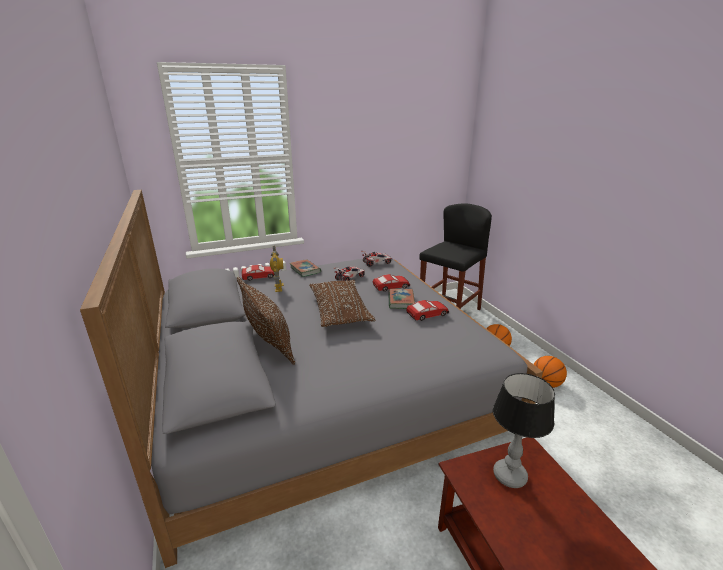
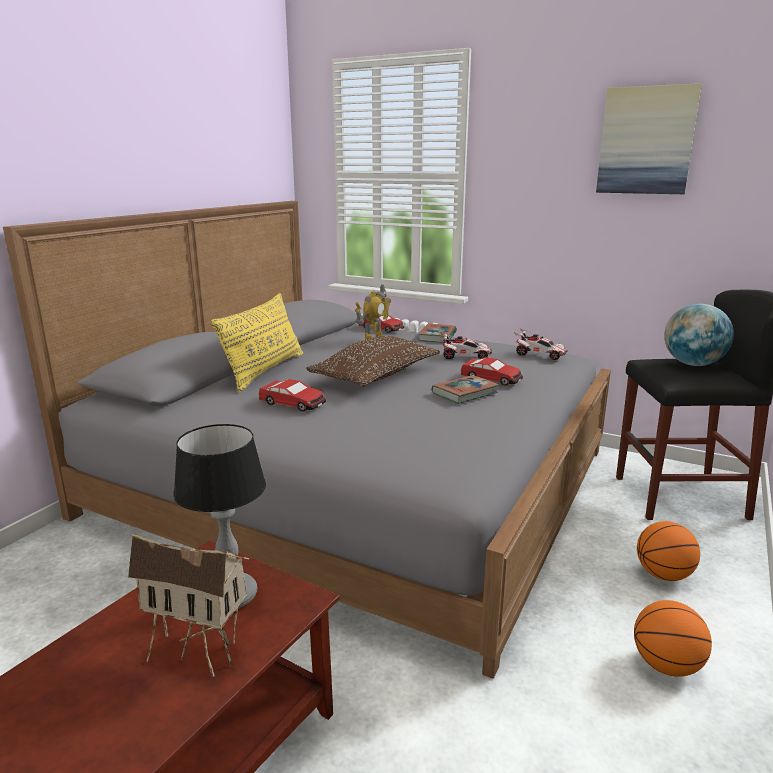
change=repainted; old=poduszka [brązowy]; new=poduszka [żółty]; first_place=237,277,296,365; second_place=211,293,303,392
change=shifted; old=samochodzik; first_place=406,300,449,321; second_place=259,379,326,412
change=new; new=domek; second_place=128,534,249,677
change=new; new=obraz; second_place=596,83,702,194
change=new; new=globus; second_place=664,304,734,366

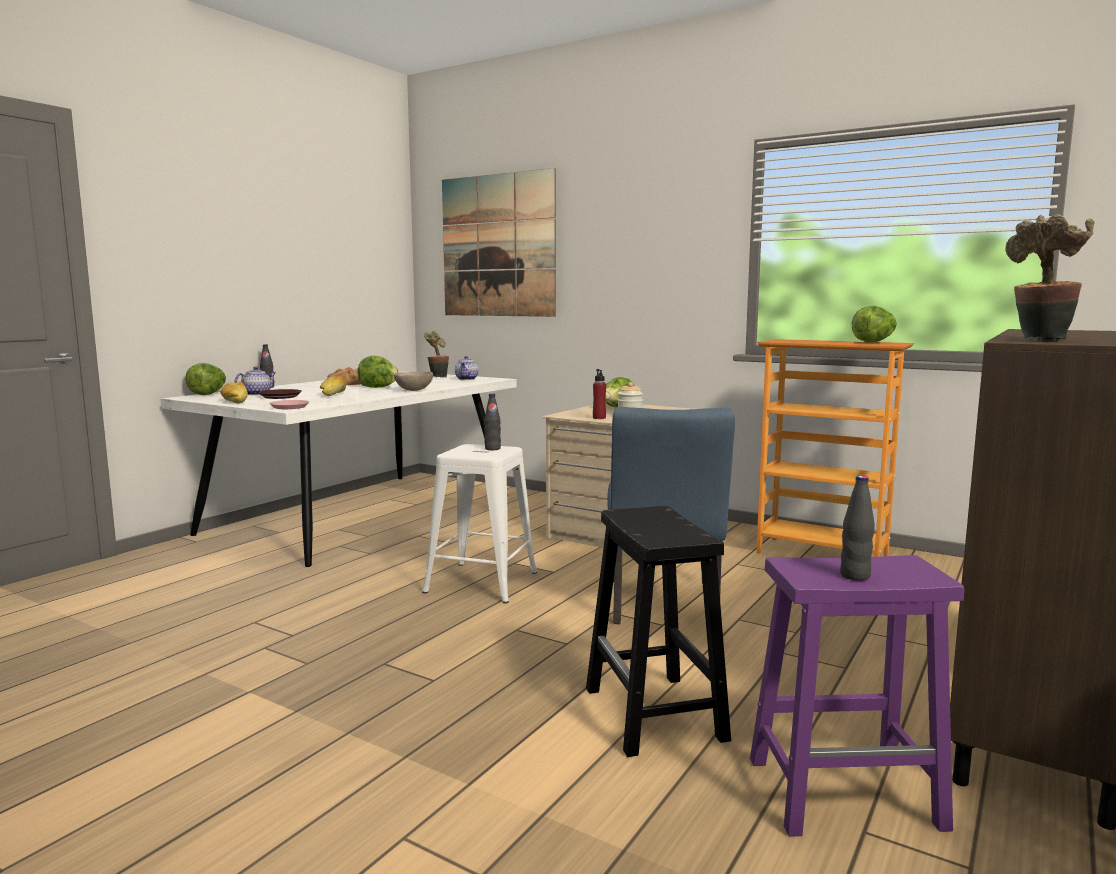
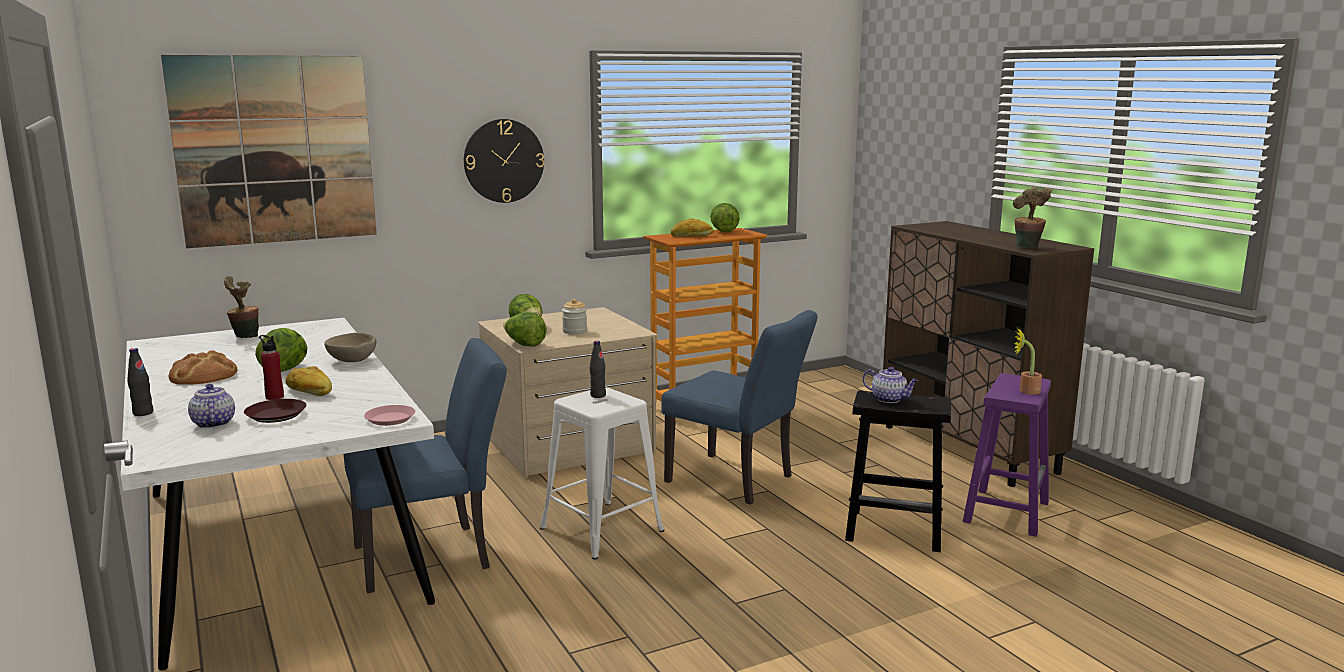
change=shifted; old=sałata; first_place=185,363,226,395; second_place=503,312,547,347
change=shifted; old=chleb; first_place=221,382,248,403; second_place=671,218,714,237
change=shifted; old=imbryk; first_place=455,356,479,380; second_place=863,367,918,403
change=shifted; old=butelka [czerwony]; first_place=593,369,606,419; second_place=259,335,284,400
change=swapped; old=butelka [czarny]; new=roślina doniczkowa; first_place=840,476,875,581; second_place=1014,328,1042,395
change=new; new=krzesło [niebieski]; second_place=344,338,507,593
change=new; new=zegar ścienny; second_place=464,119,544,203

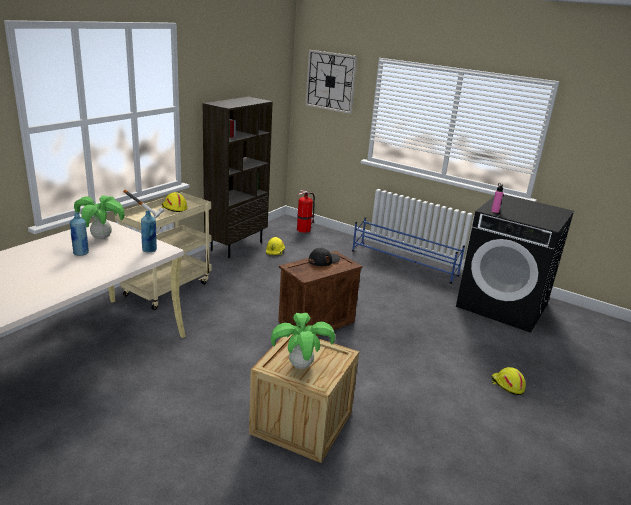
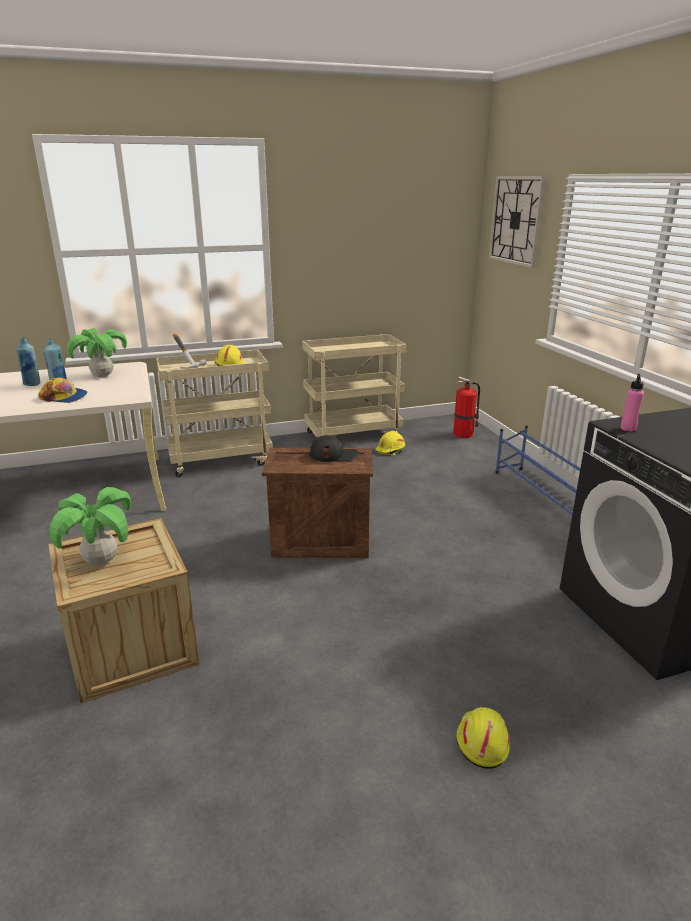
change=shifted; old=butelka [niebieski]; first_place=141,211,157,252; second_place=16,338,40,386
change=swapped; old=regał [brązowy]; new=wózek [beżowy]; first_place=203,97,273,258; second_place=302,334,406,437
change=new; new=czapka z daszkiem; second_place=38,377,88,403

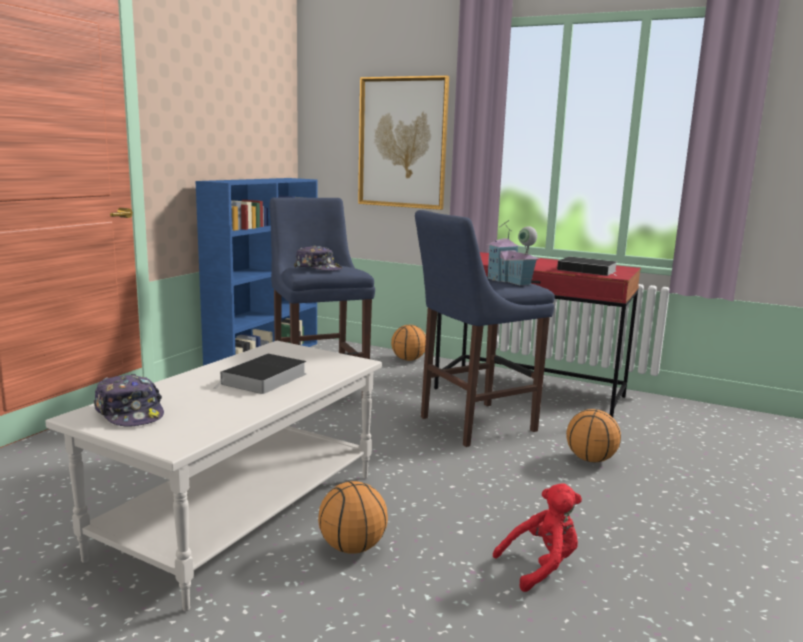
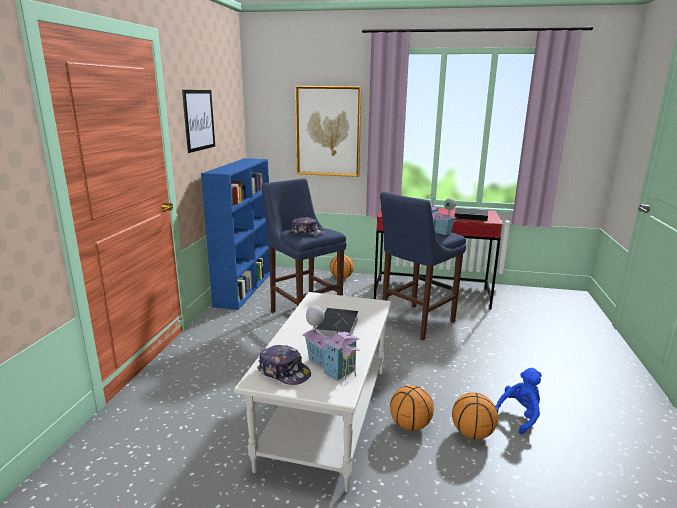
change=repainted; old=pluszak [czerwony]; new=pluszak [niebieski]; first_place=493,483,582,592; second_place=495,368,542,434
change=shifted; old=piłka do koszykówki; first_place=566,409,621,462; second_place=452,392,498,440
change=new; new=obraz; second_place=182,90,215,153
change=new; new=domek; second_place=303,306,360,381

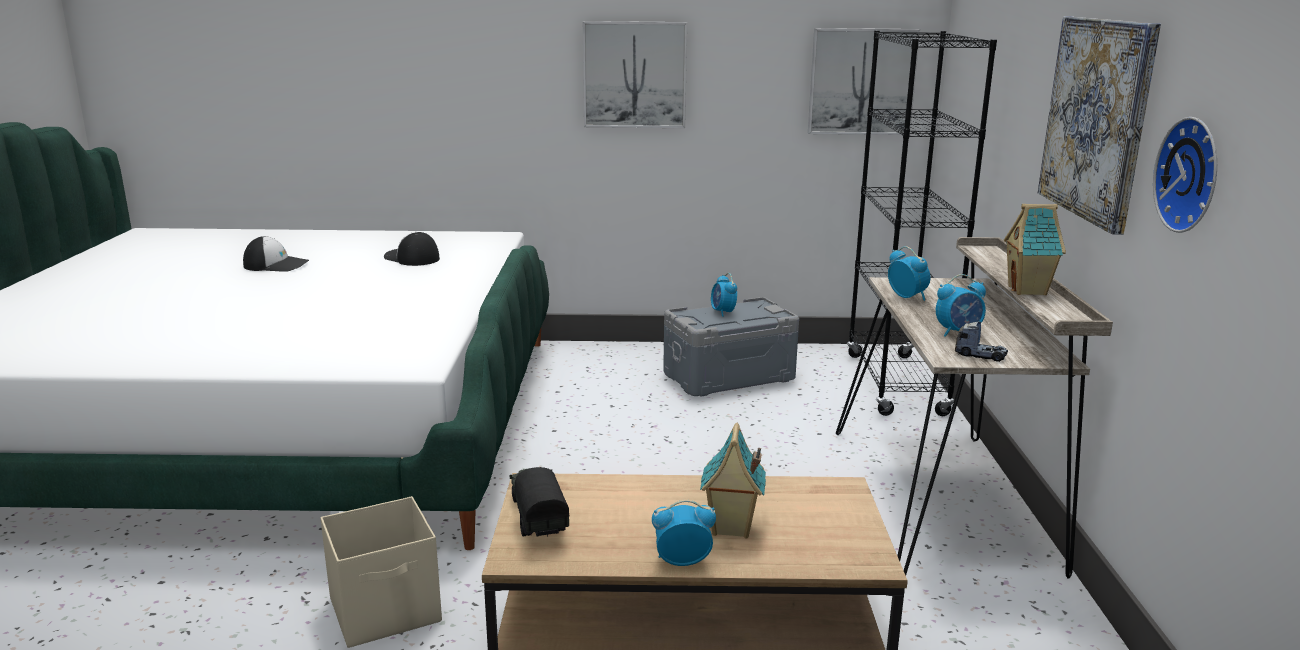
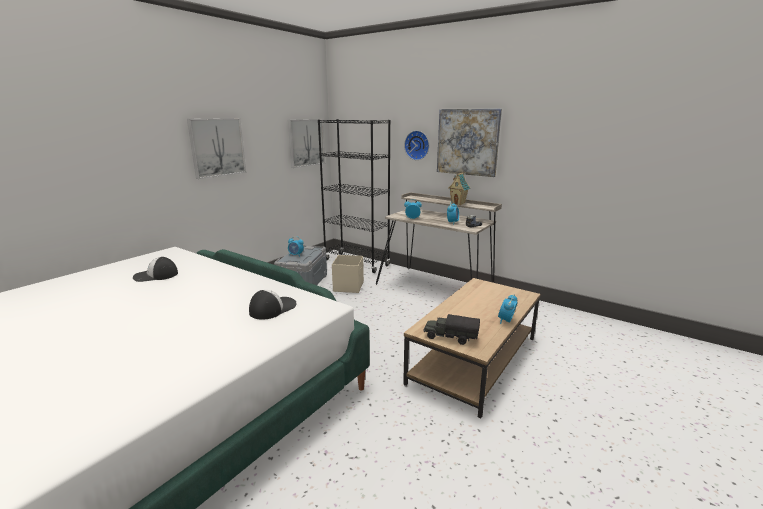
change=shifted; old=czapka z daszkiem; first_place=243,236,309,272; second_place=249,290,297,320
change=shifted; old=pojemnik do przechowywania [beżowy]; first_place=321,496,442,648; second_place=332,255,364,293
change=gone; old=domek; first_place=700,423,766,539
change=shifted; old=zegar ścienny; first_place=1153,117,1217,233; second_place=404,131,429,160

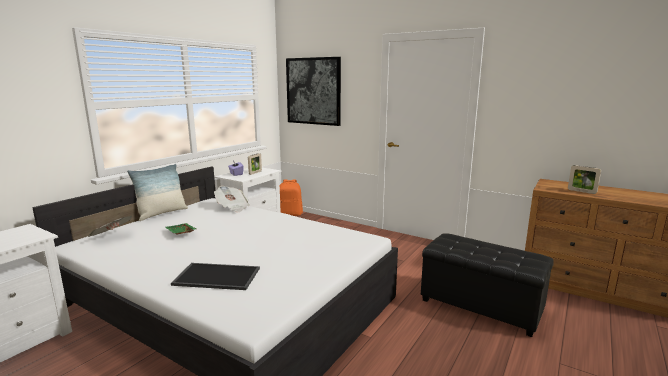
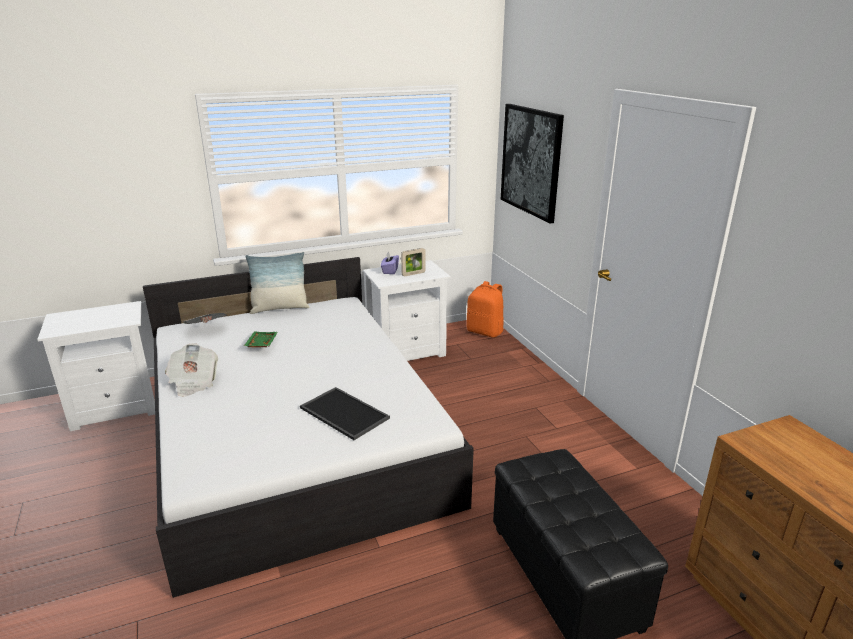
change=shifted; old=taca; first_place=171,263,260,290; second_place=300,387,390,440
change=shifted; old=gazeta; first_place=214,186,250,212; second_place=165,343,219,397
change=gone; old=ramka na zdjęcie; first_place=568,165,601,194

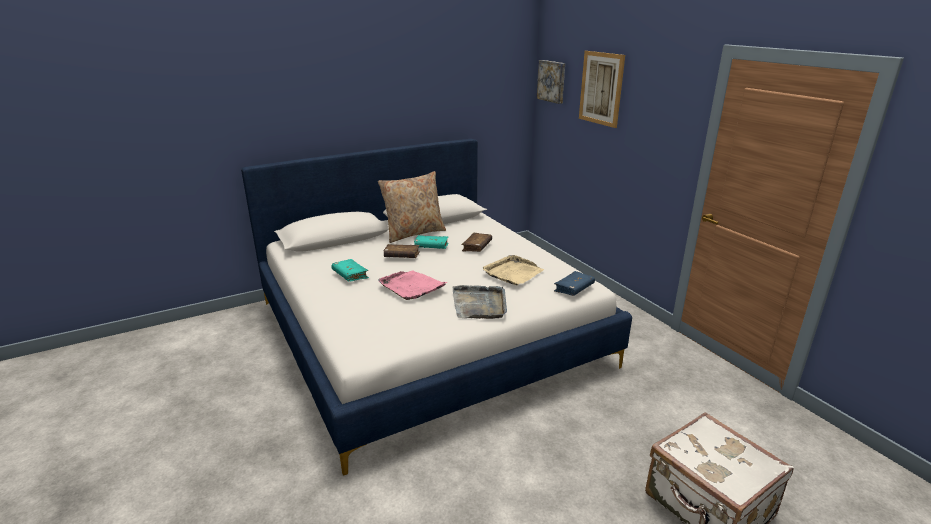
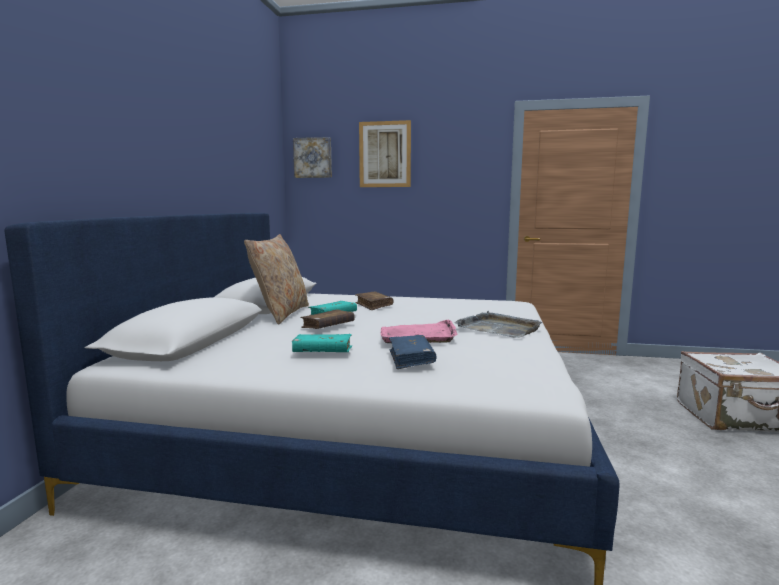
change=gone; old=taca [beżowy]; first_place=483,255,544,285
change=shifted; old=książka [niebieski]; first_place=554,271,595,296; second_place=389,335,436,369

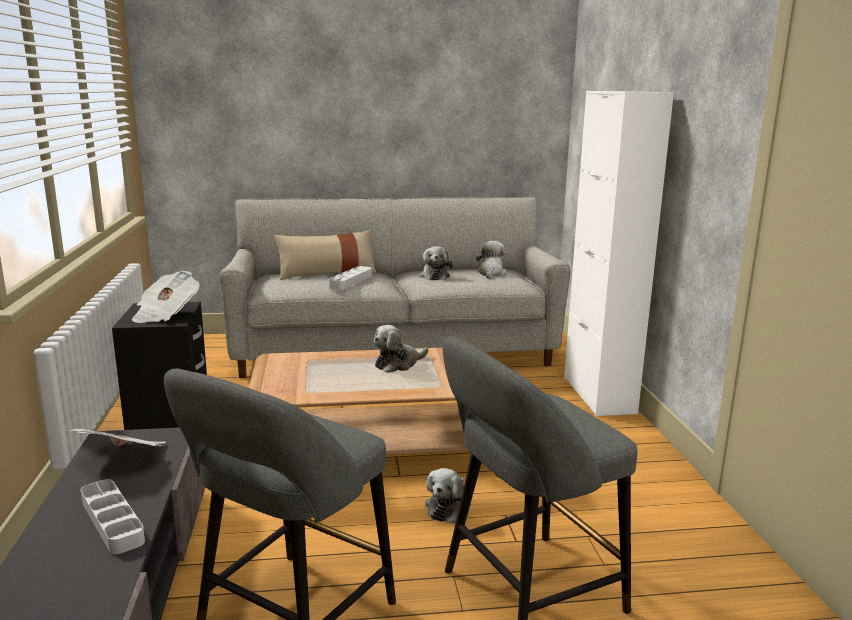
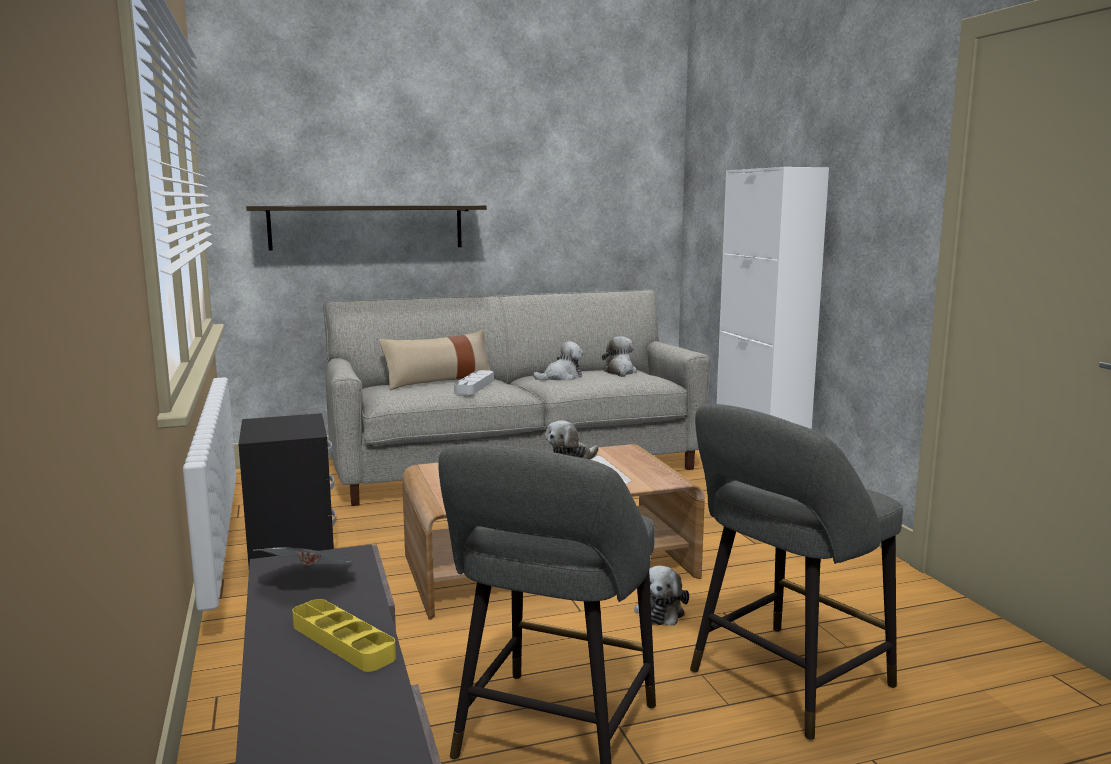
change=repainted; old=taca [szary]; new=taca [żółty]; first_place=80,479,145,554; second_place=292,599,396,672
change=gone; old=gazeta; first_place=132,271,200,323
change=rotated; old=pluszak; first_place=420,246,453,280; second_place=533,341,583,380; degrees=-105
change=new; new=półka; second_place=246,205,487,251

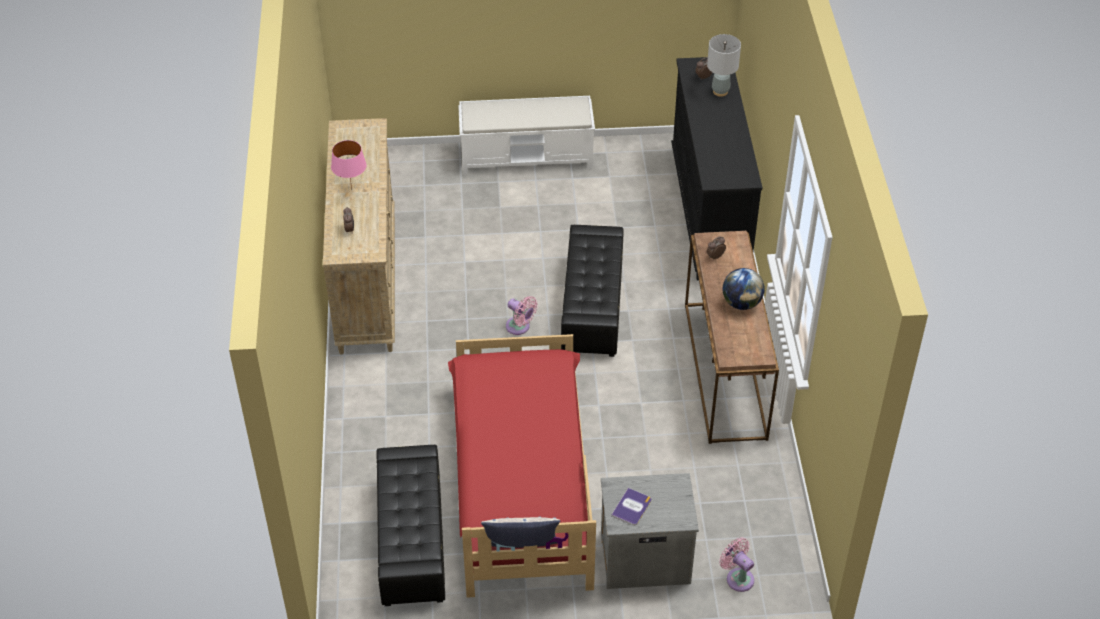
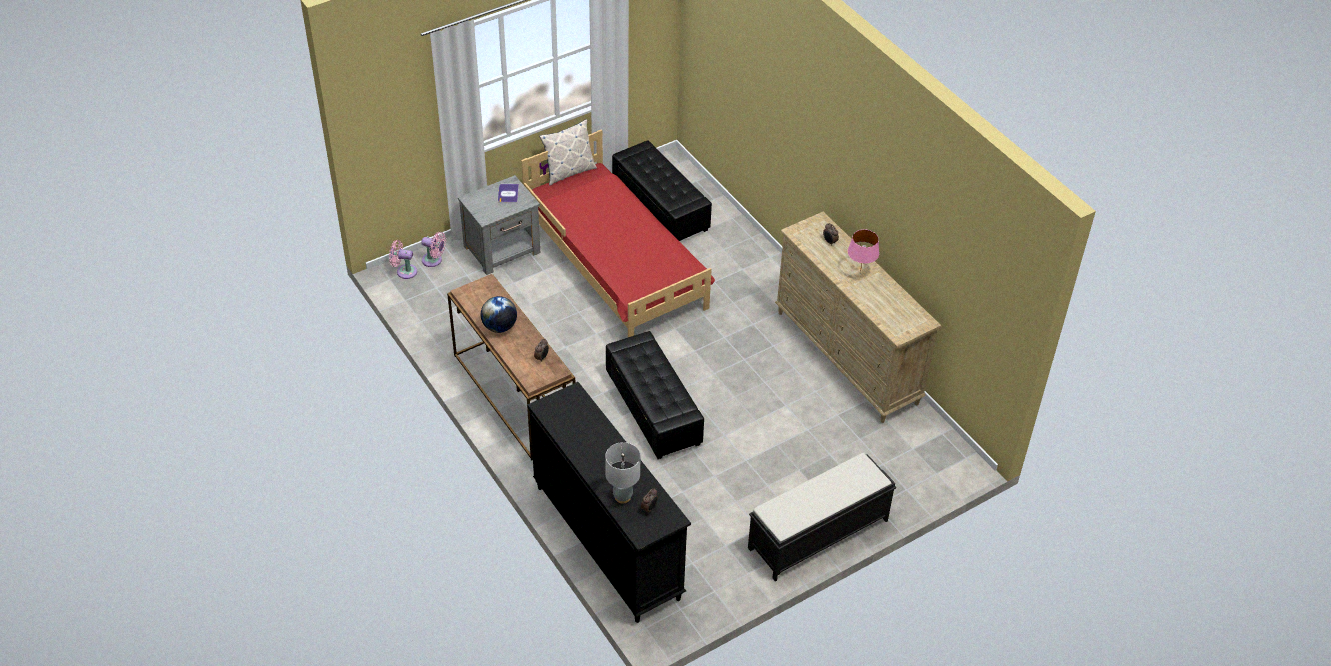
change=repainted; old=ławka [biały]; new=ławka [czarny]; first_place=458,96,595,175; second_place=748,453,896,582
change=shifted; old=wentylator [różowy]; first_place=506,296,538,335; second_place=389,240,417,279

